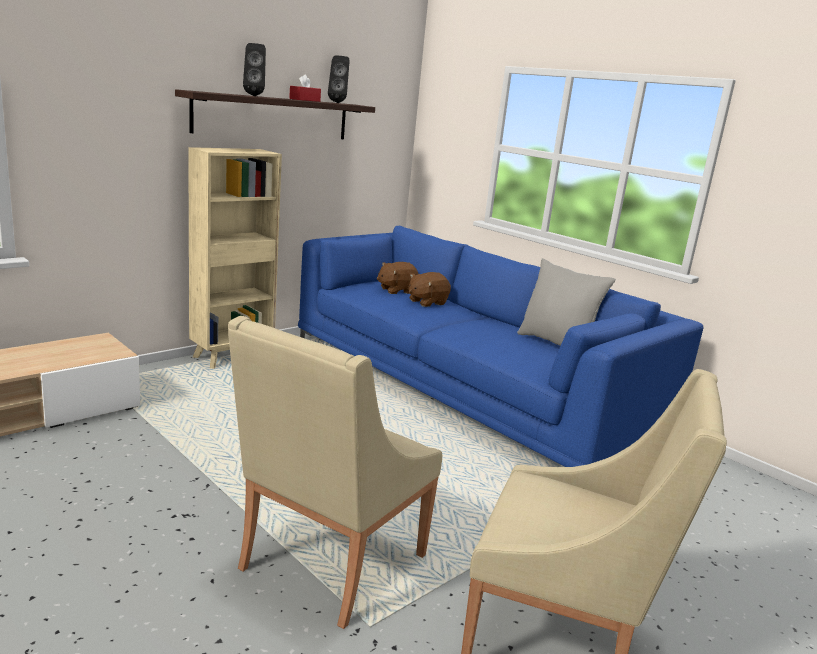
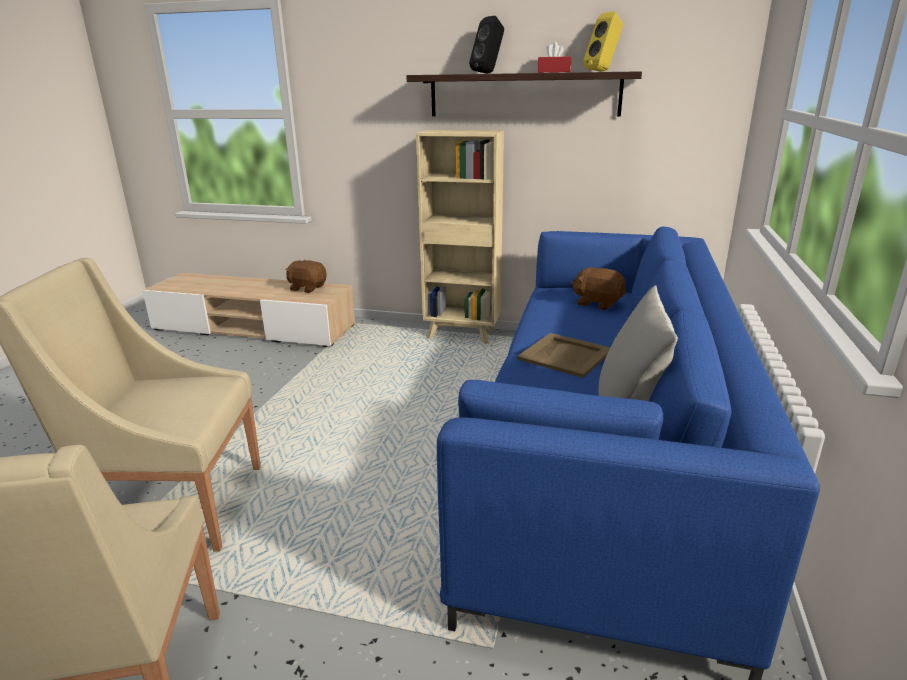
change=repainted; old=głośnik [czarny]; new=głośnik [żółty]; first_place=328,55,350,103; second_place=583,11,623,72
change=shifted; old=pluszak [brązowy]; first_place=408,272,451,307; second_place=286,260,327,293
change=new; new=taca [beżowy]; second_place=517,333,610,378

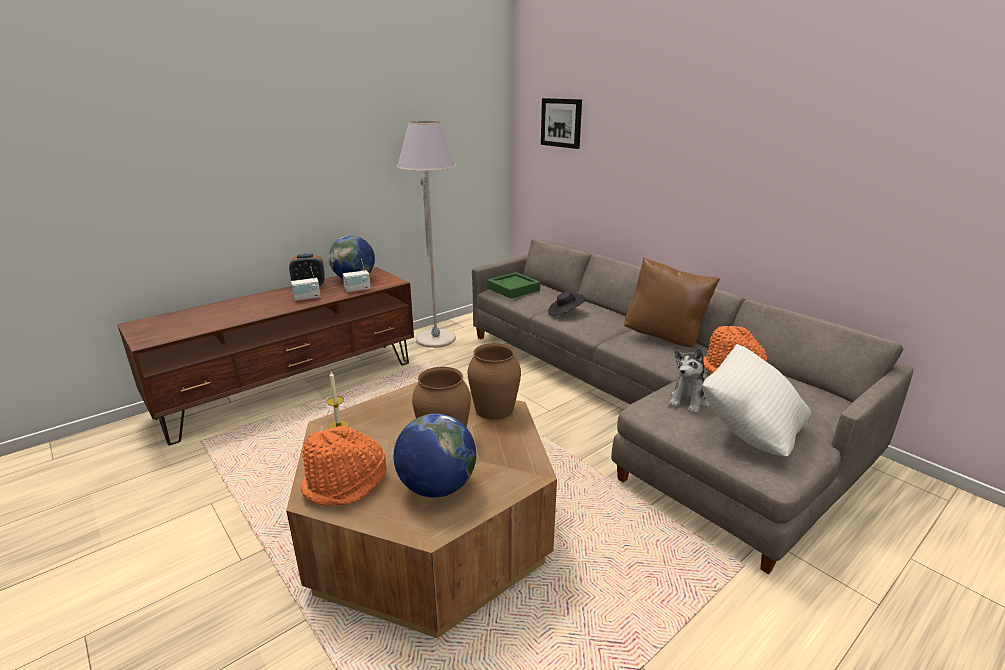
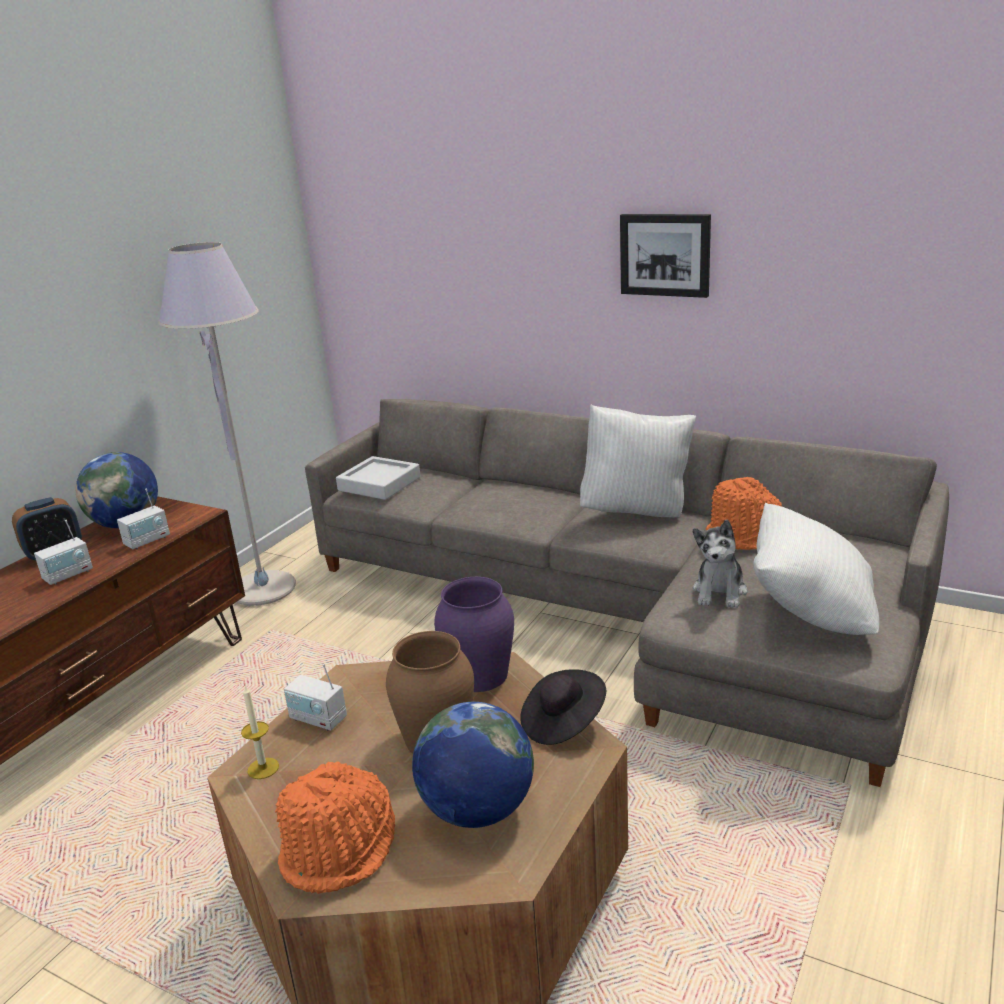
change=repainted; old=wazon [brązowy]; new=wazon [fioletowy]; first_place=468,343,521,420; second_place=434,577,514,692
change=repainted; old=taca [zielony]; new=taca [szary]; first_place=487,272,540,299; second_place=336,456,421,500
change=shifted; old=obraz; first_place=541,98,582,149; second_place=620,214,711,298
change=shifted; old=kapelusz [czarny]; first_place=548,291,586,316; second_place=520,669,606,745
change=repainted; old=poduszka [brązowy]; new=poduszka [biały]; first_place=624,257,720,348; second_place=580,405,696,517
change=new; new=radio; second_place=284,664,347,731

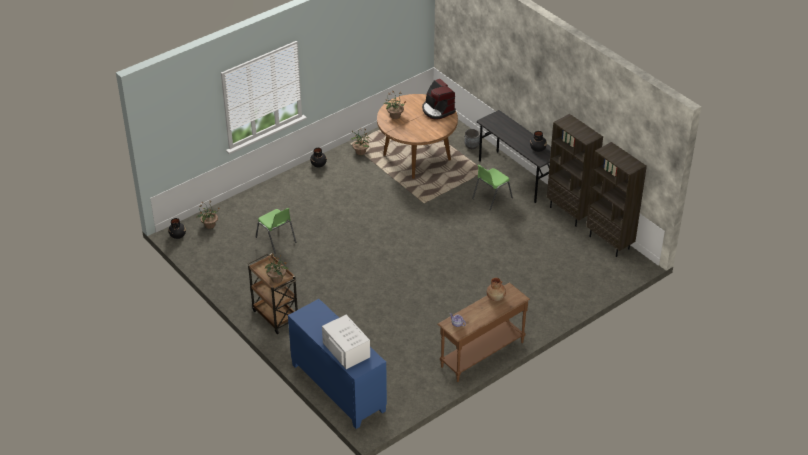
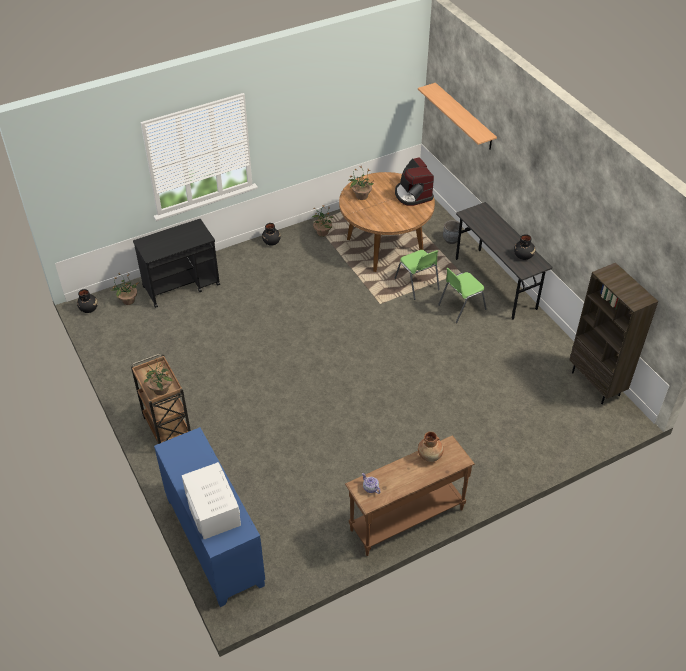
change=shifted; old=krzesło [zielony]; first_place=256,208,296,254; second_place=394,250,440,300
change=gone; old=regał [brązowy]; first_place=547,114,603,227
change=new; new=wózek [czarny]; second_place=133,219,220,308
change=new; new=półka; second_place=418,83,497,150

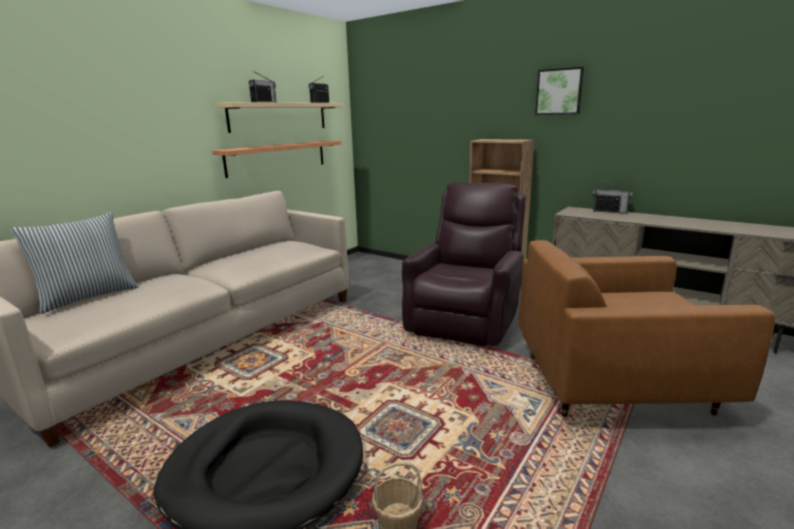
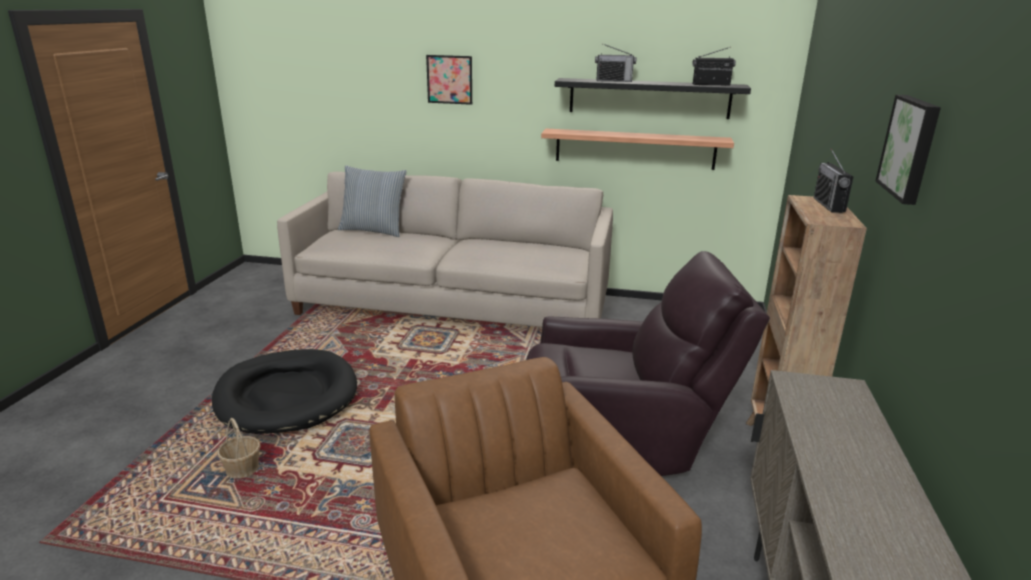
change=repainted; old=półka [beżowy]; new=półka [czarny]; first_place=215,102,344,133; second_place=555,78,751,119
change=shifted; old=radio; first_place=593,180,633,214; second_place=814,149,853,213
change=new; new=obraz; second_place=426,55,472,105

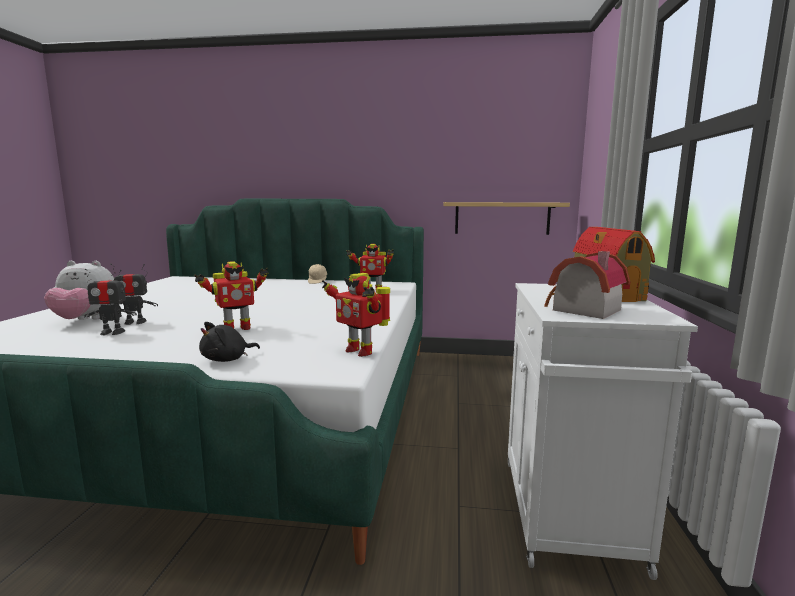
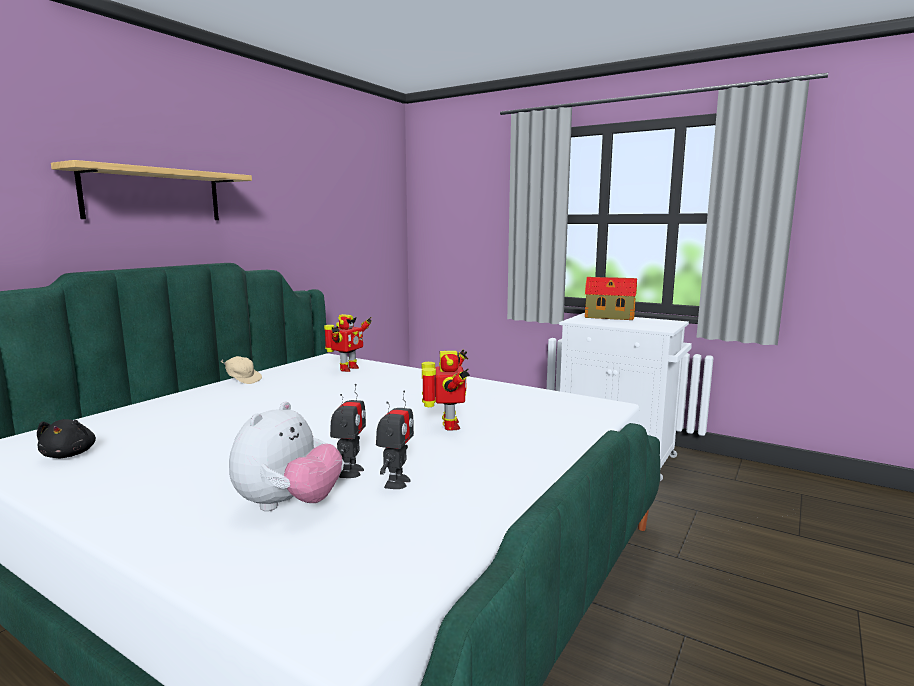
change=shifted; old=pluszak [czarny]; first_place=199,322,260,362; second_place=37,419,96,458
change=gone; old=robot zabawkowy; first_place=322,273,390,357
change=shifted; old=półka; first_place=443,202,570,235; second_place=51,160,252,220
change=gone; old=domek; first_place=544,251,630,319

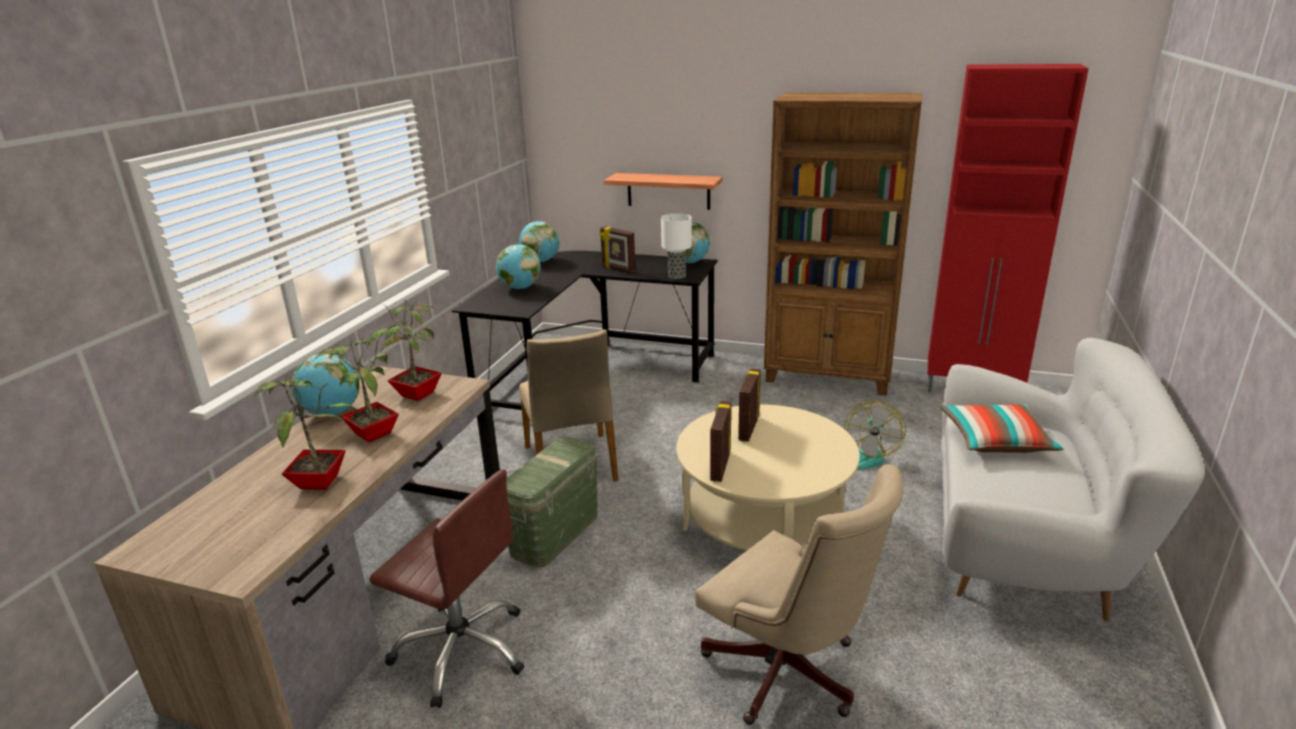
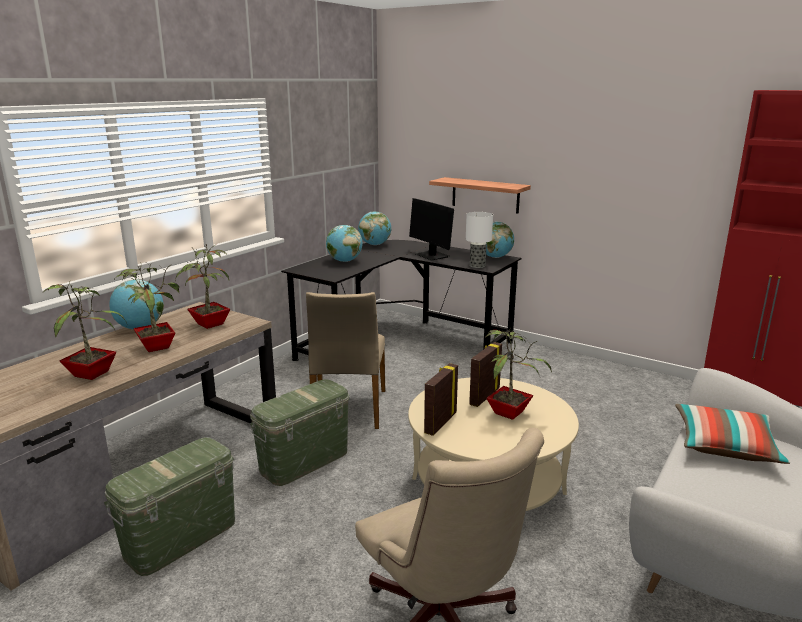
change=swapped; old=krzesło biurowe [brązowy]; new=pojemnik do przechowywania [zielony]; first_place=369,469,524,708; second_place=104,437,235,576
change=swapped; old=ramka na zdjęcie; new=monitor; first_place=600,226,636,273; second_place=409,198,454,261
change=gone; old=regał [brązowy]; first_place=764,93,923,395
change=gone; old=wentylator; first_place=844,401,906,470
change=new; new=roślina doniczkowa; second_place=486,327,552,420

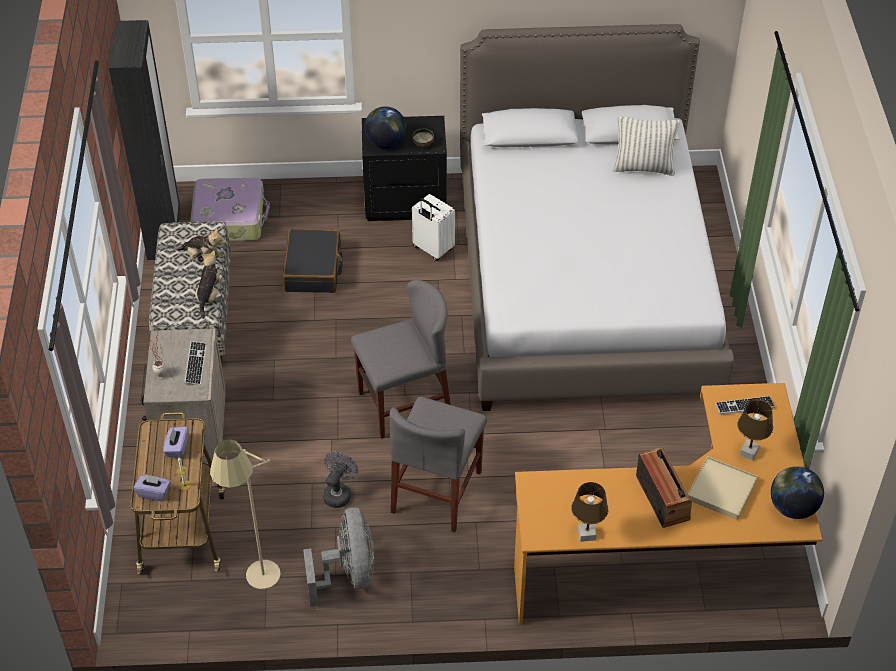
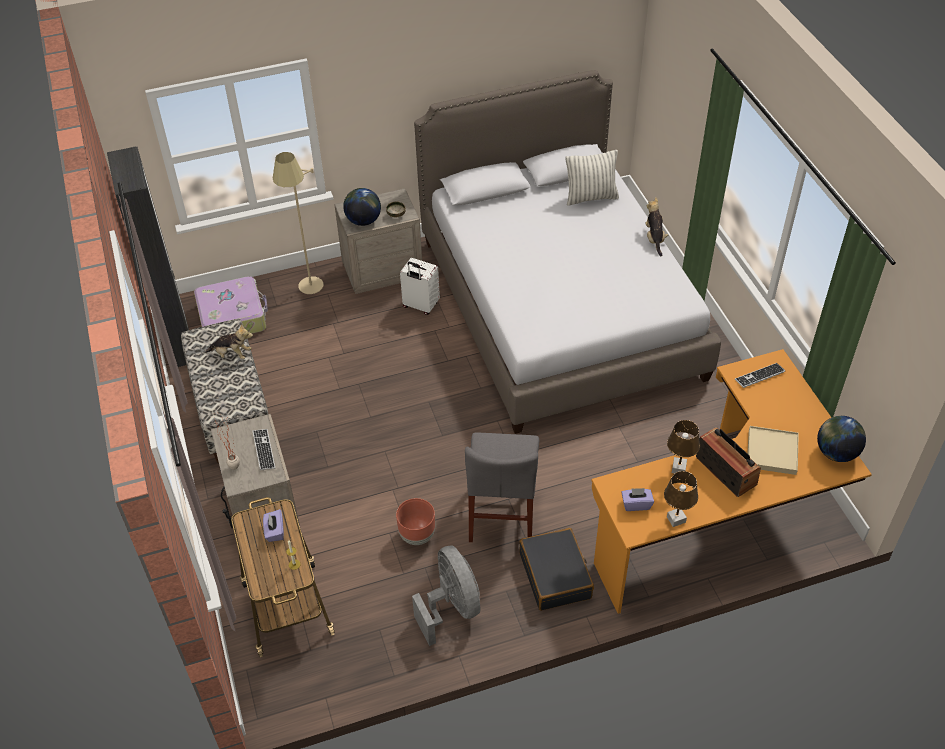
change=shifted; old=pudełko chusteczek [fioletowy]; first_place=134,474,170,501; second_place=621,488,654,511
change=shifted; old=pluszak; first_place=195,250,225,319; second_place=645,198,668,256
change=shifted; old=lampa stojąca [beżowy]; first_place=210,439,281,589; second_place=273,152,323,294
change=shifted; old=walizka [czarny]; first_place=283,229,343,293; second_place=519,528,594,611
change=swapped; old=wentylator [szary]; new=donica [brązowy]; first_place=323,451,359,508; second_place=396,498,435,545
change=gone; old=krzesło [szary]; first_place=351,280,451,439
change=repainted; old=szafka nocna [czarny]; new=szafka nocna [beżowy]; first_place=362,116,447,221; second_place=334,188,422,294
change=shifted; old=lampa stołowa [brązowy]; first_place=737,400,773,461; second_place=667,420,700,474

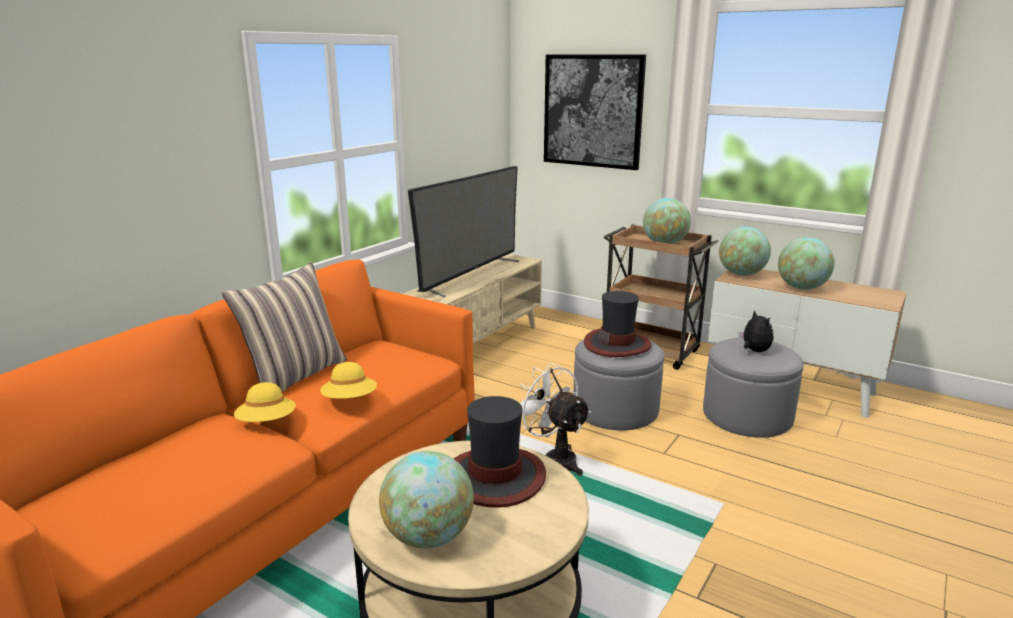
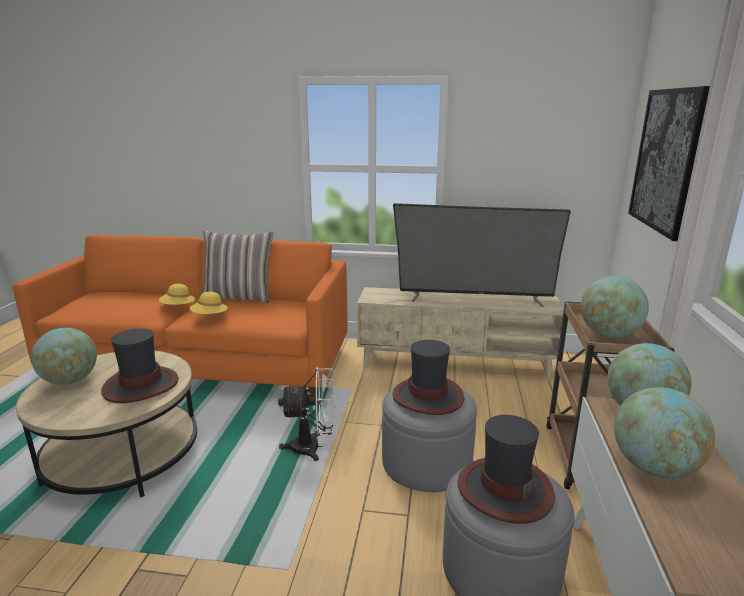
change=rotated; old=wentylator [biały]; first_place=519,363,591,476; second_place=278,367,335,461; degrees=60
change=swapped; old=pluszak; new=kapelusz; first_place=739,310,773,352; second_place=458,415,555,524

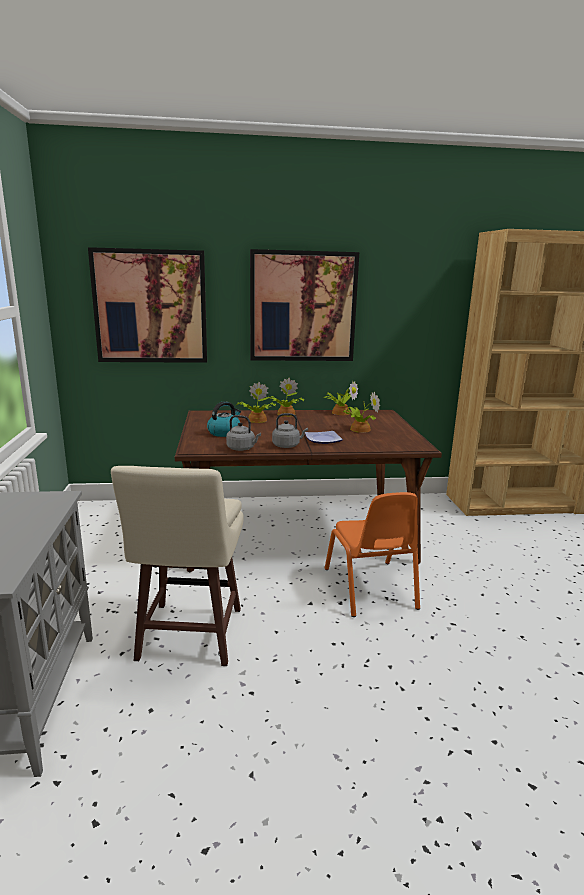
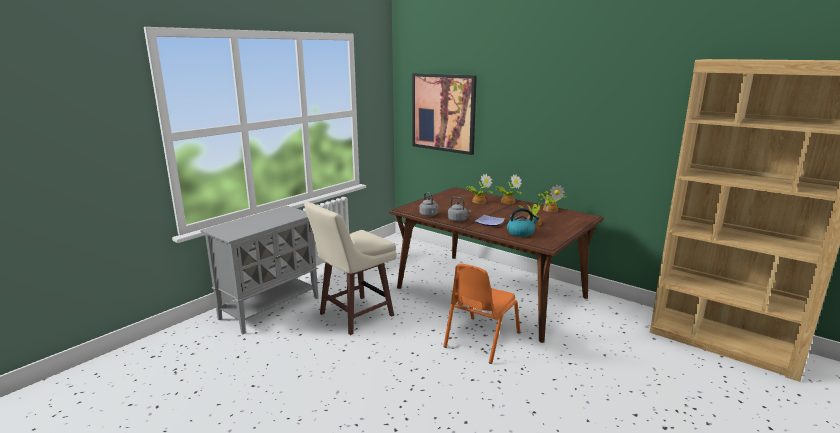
change=shifted; old=czajnik; first_place=207,401,241,437; second_place=507,208,540,237
change=gone; old=obraz; first_place=250,249,359,361

